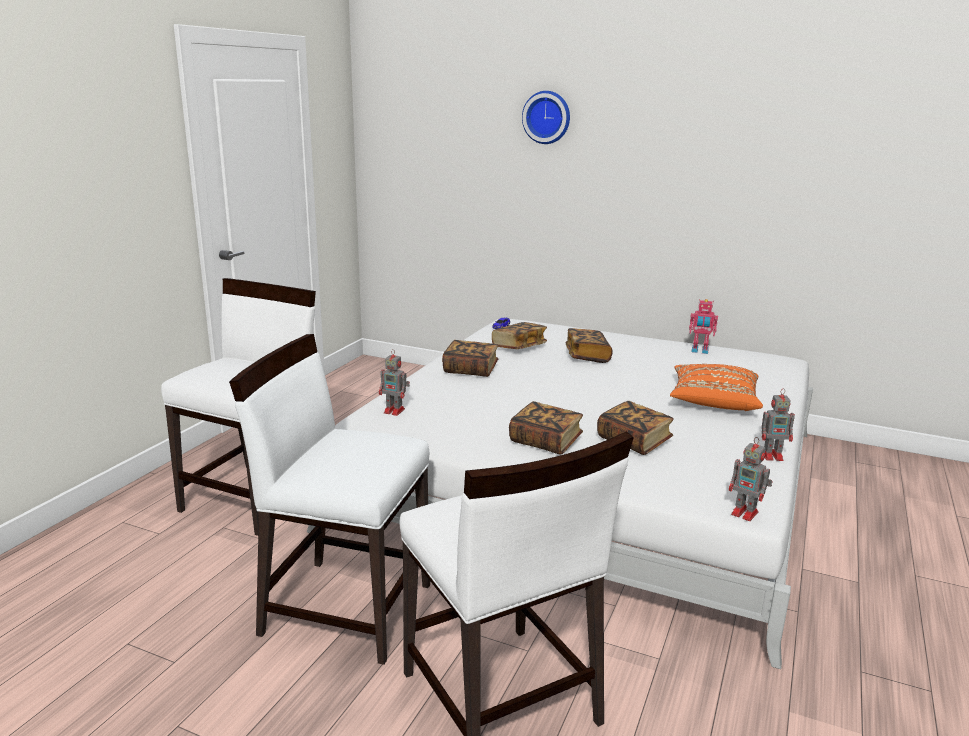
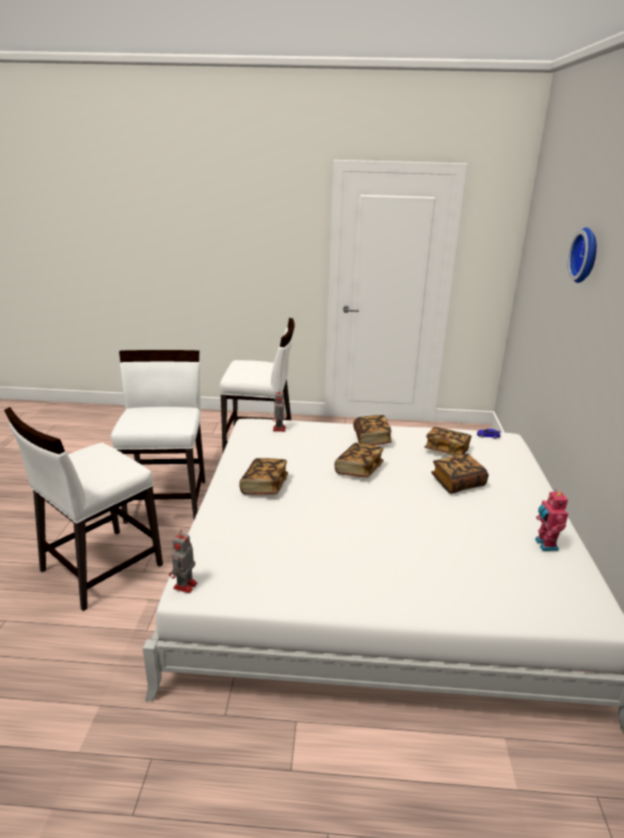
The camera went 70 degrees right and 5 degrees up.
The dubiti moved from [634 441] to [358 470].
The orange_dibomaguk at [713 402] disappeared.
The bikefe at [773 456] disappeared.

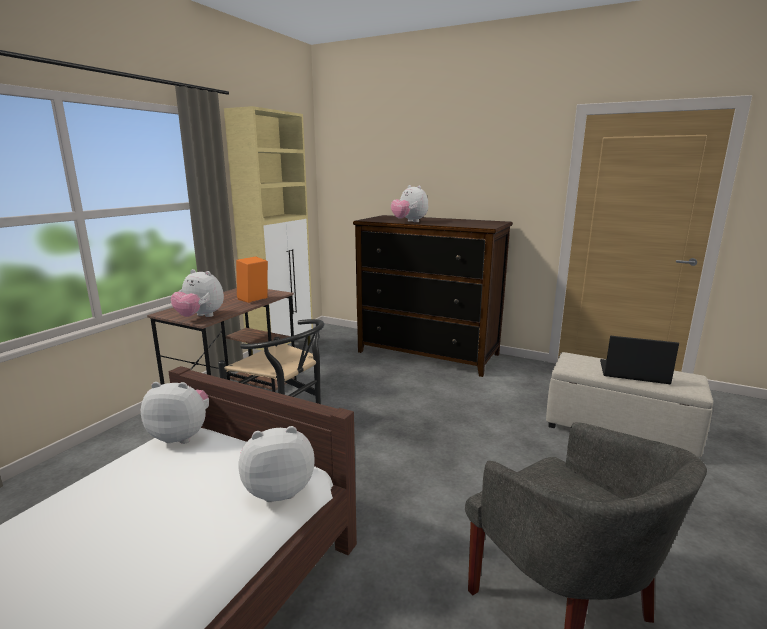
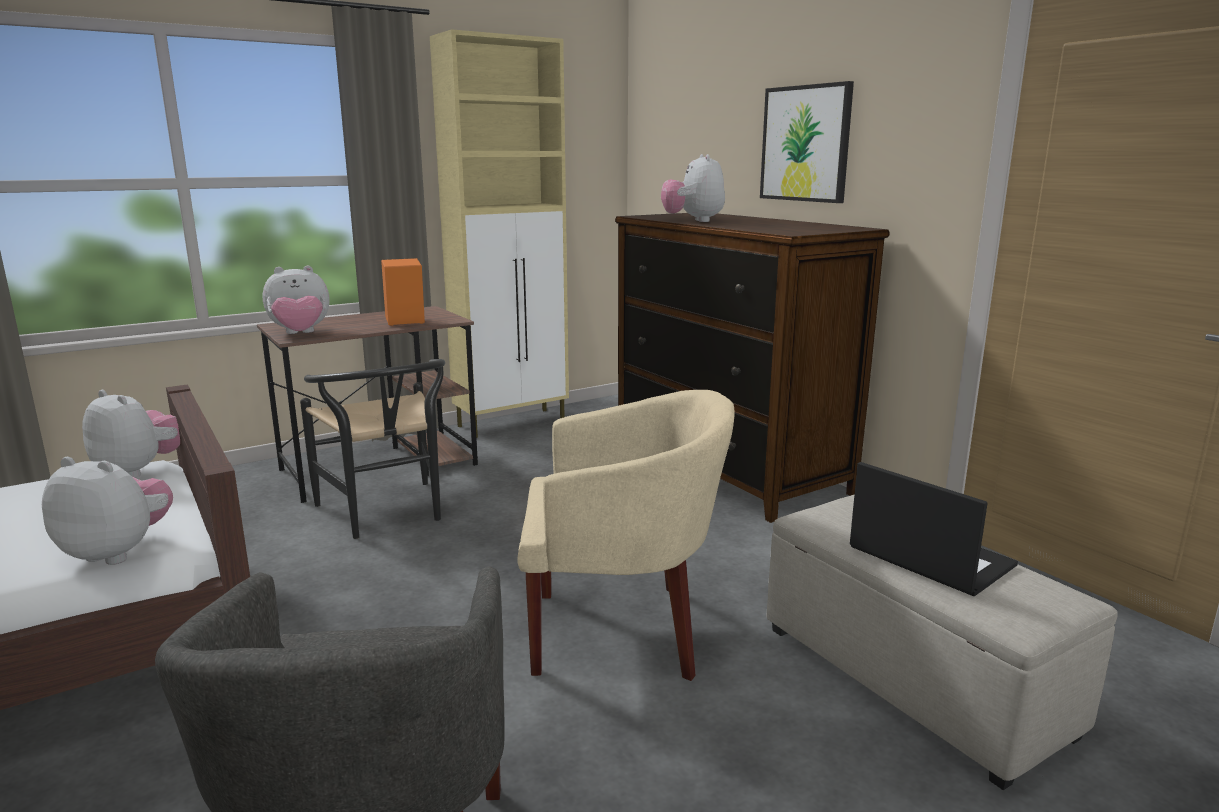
The camera went 30 degrees right and 0 degrees up.
The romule at [200 317] turned 75 degrees counterclockwise.
The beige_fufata at [621 631] appeared.
The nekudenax at [805 144] appeared.

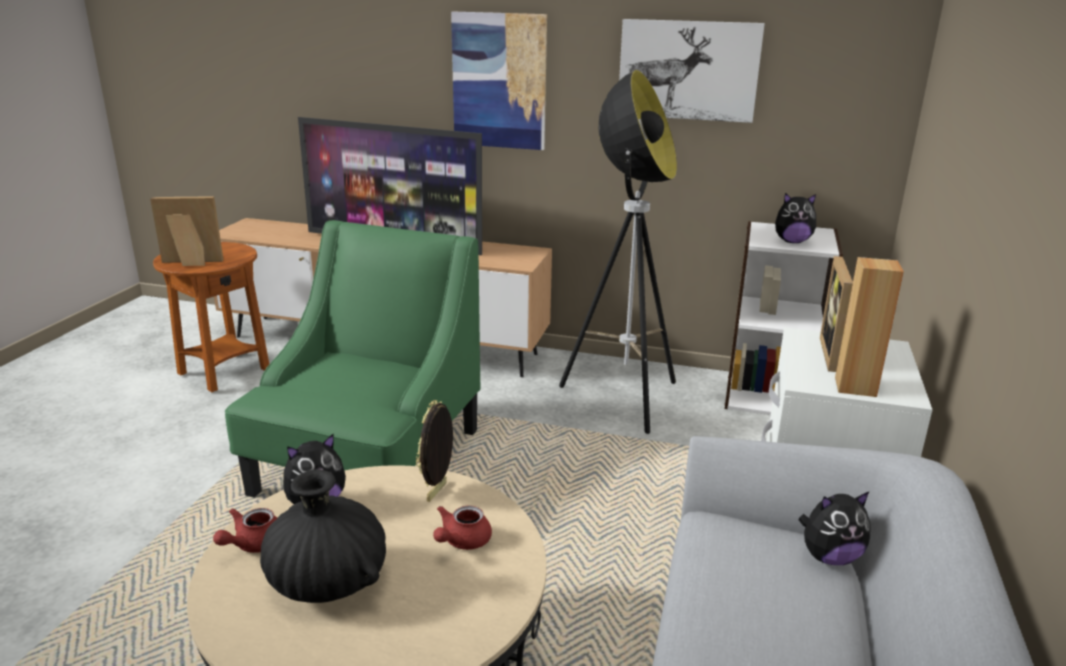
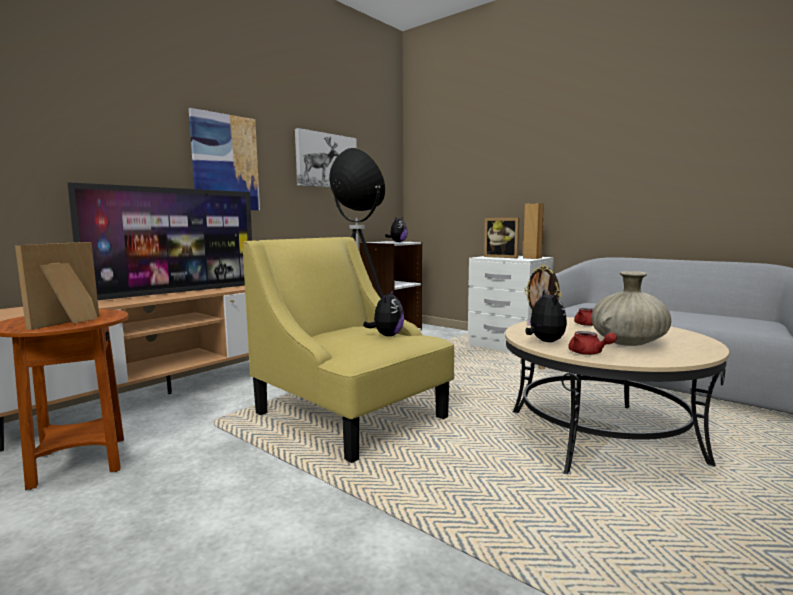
The camera went 65 degrees left and 15 degrees down.
The green_fufata at [369 462] became the yellow_fufata at [351 416].
The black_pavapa at [327 583] became the beige_pavapa at [628 343].
The romule moved from [829 557] to [387 335].

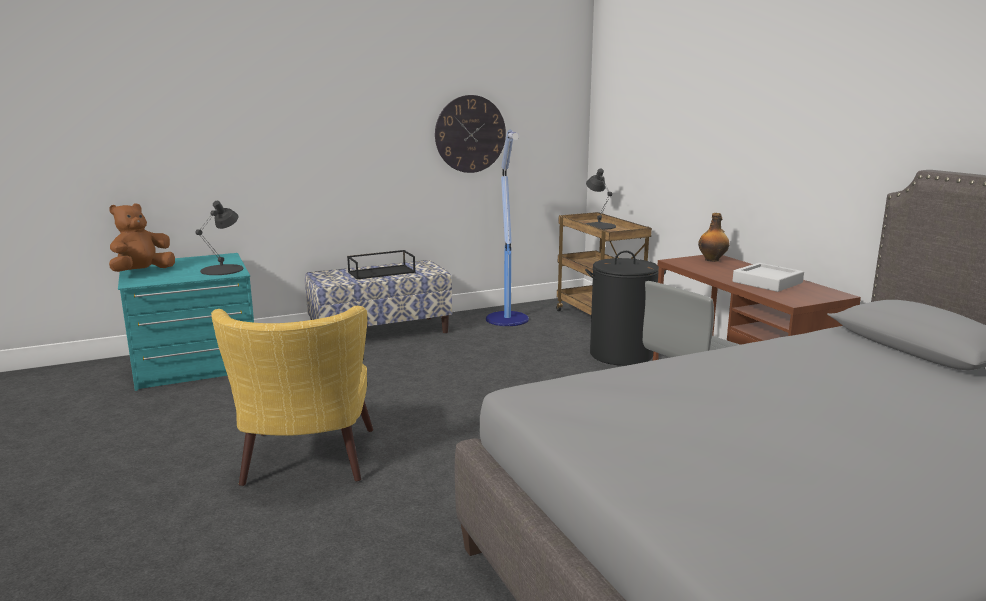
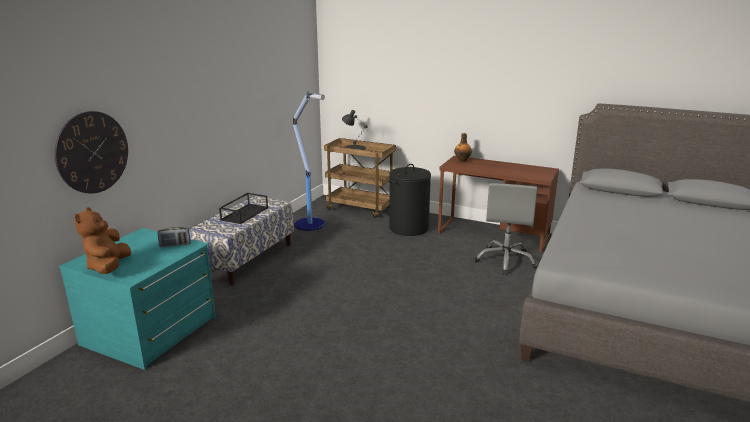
The camera went 40 degrees left and 5 degrees up.
The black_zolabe at [222 270] was replaced by the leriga at [175 245].
The yellow_fufata at [305 465] disappeared.
The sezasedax moved from [470 134] to [92 152].
The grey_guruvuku at [767 282] disappeared.

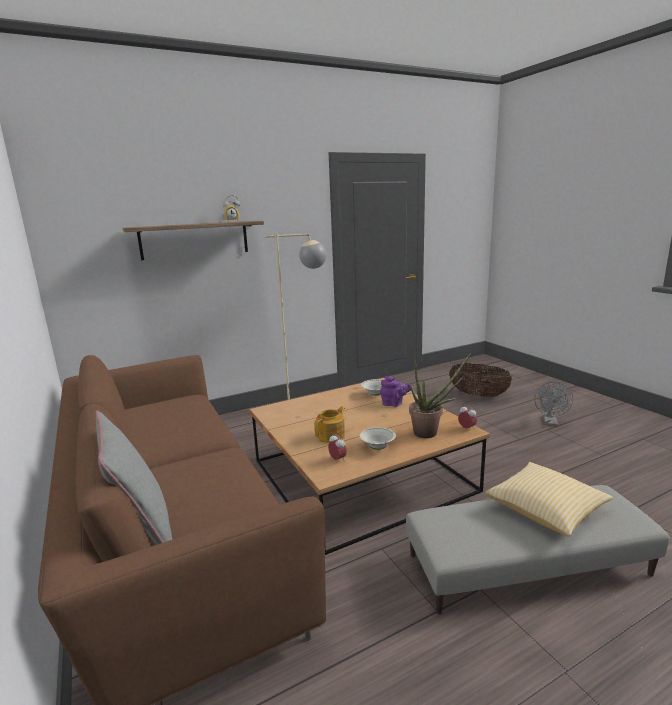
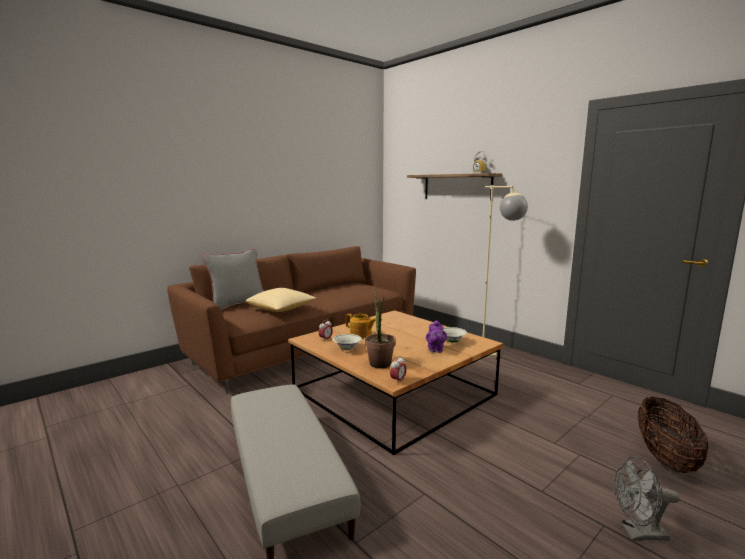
The camera went 75 degrees right and 5 degrees down.
The dibomaguk moved from [546 510] to [281 309].

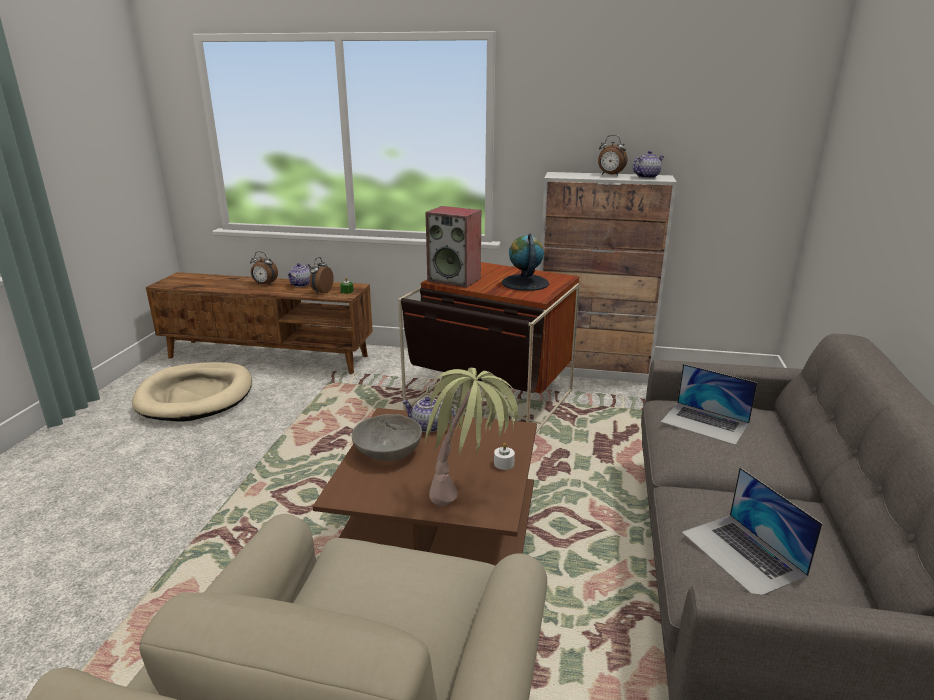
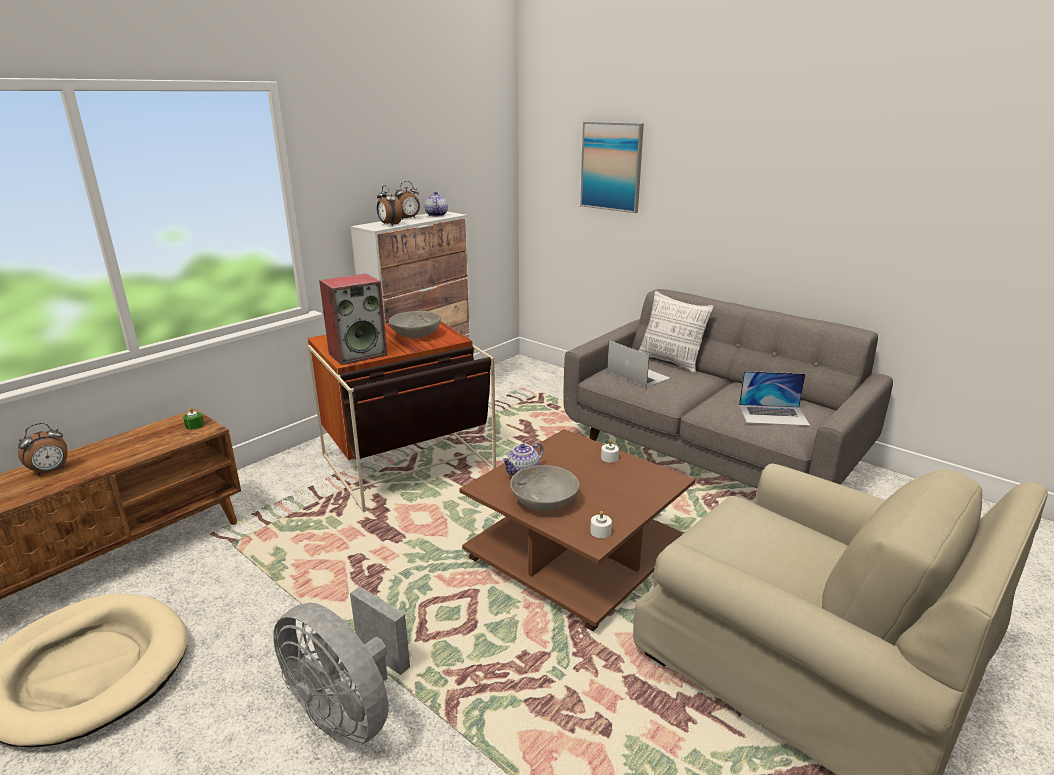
The camera went 60 degrees left and 0 degrees up.
The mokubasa at [301 285] disappeared.
The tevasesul moved from [321 292] to [389 225].
The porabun at [470 491] disappeared.
The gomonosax at [525 283] was replaced by the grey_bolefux at [415 334].
The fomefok at [705 423] turned 105 degrees counterclockwise.
The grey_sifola at [349 711] appeared.
The nekudenax at [611 166] appeared.
The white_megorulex at [600 531] appeared.
The dibomaguk at [670 362] appeared.

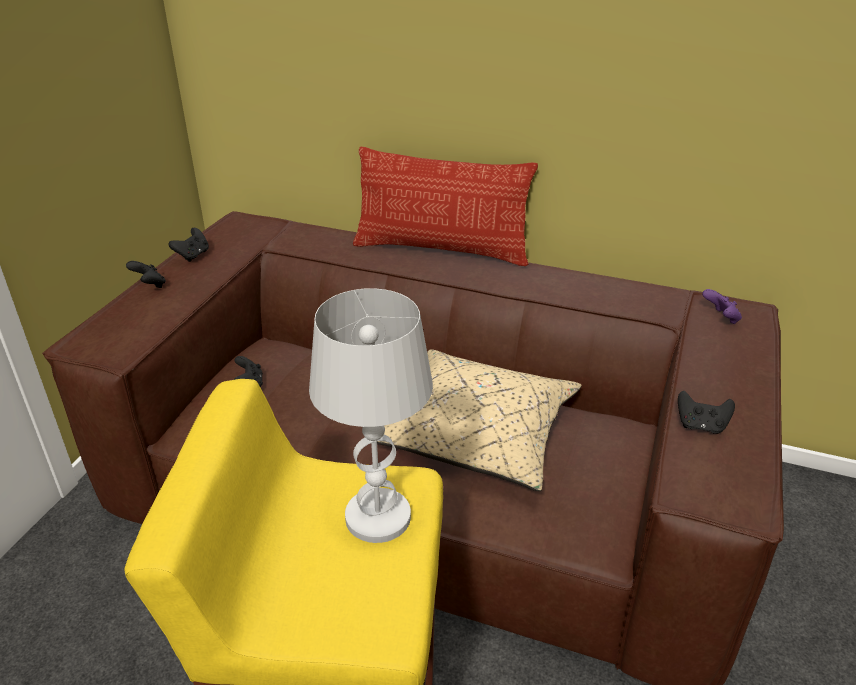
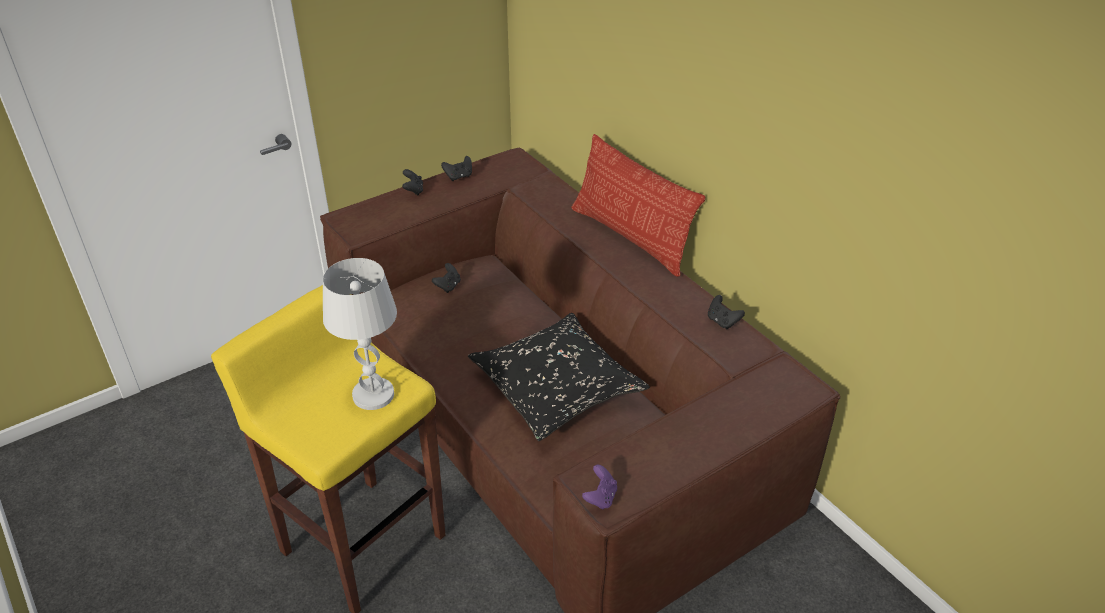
The camera went 35 degrees right and 5 degrees up.
The beige_dibomaguk at [477 434] became the black_dibomaguk at [556 388].
The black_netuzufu moved from [701 425] to [722 321].
The purple_netuzufu moved from [720 318] to [600 497].

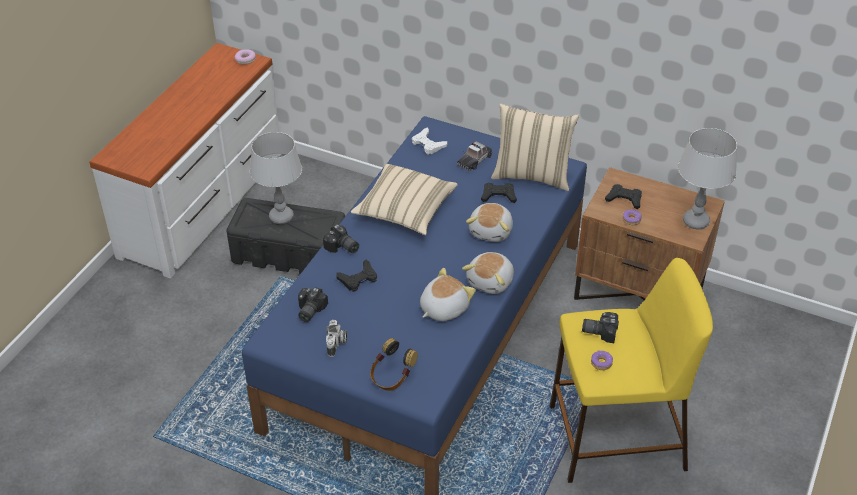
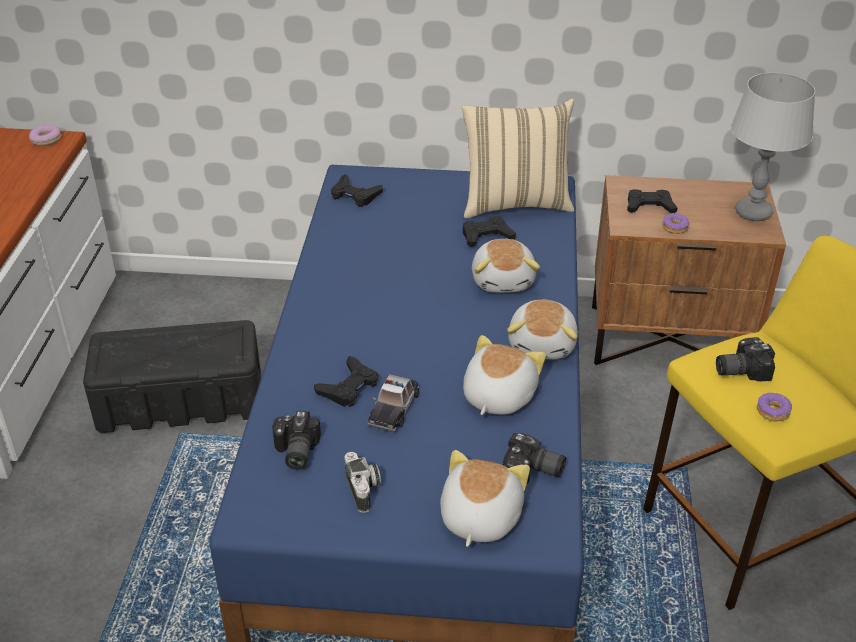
The camera went 20 degrees left and 5 degrees down.
The grey_zolabe at [281 217] disappeared.
The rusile moved from [342 248] to [532 472].
The beige_dibomaguk at [405 211] disappeared.
The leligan at [392 377] was replaced by the romule at [478 518].
The white_netuzufu at [428 144] became the black_netuzufu at [355 195].
The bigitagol moved from [474 160] to [393 408].

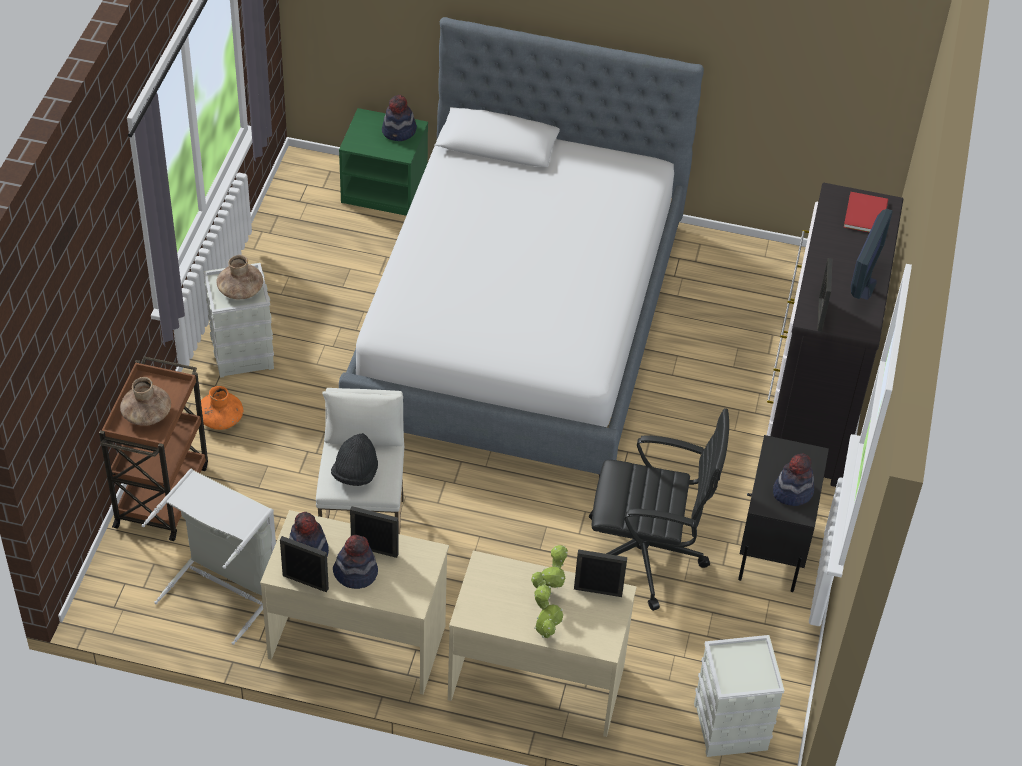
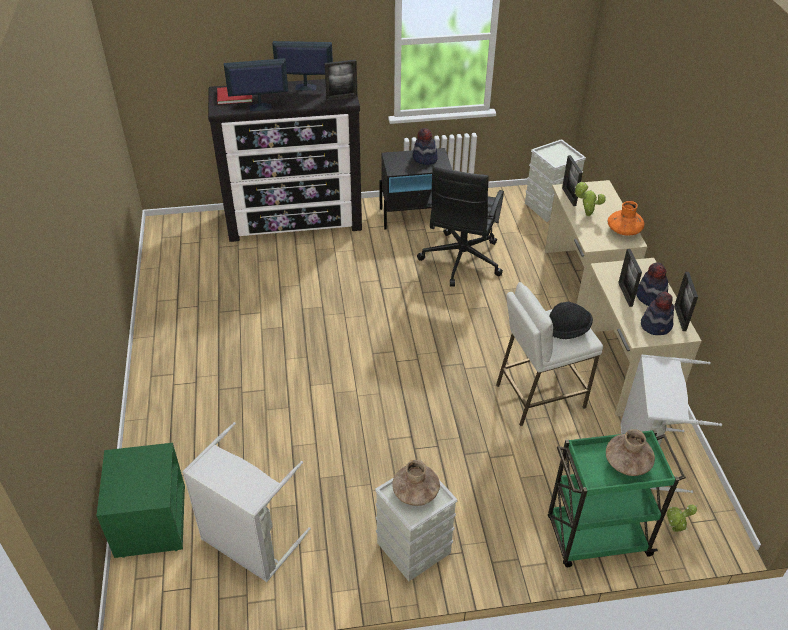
The camera went 110 degrees left and 5 degrees down.
The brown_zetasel at [162 494] became the green_zetasel at [596 537].
The orange_pavapa moved from [221 419] to [623 230].
The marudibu at [519 323] disappeared.
The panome at [399 131] disappeared.
The porabun moved from [545 632] to [673 531].
The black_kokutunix at [646 557] turned 150 degrees counterclockwise.
The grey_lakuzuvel at [249 543] appeared.
The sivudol at [259 107] appeared.

